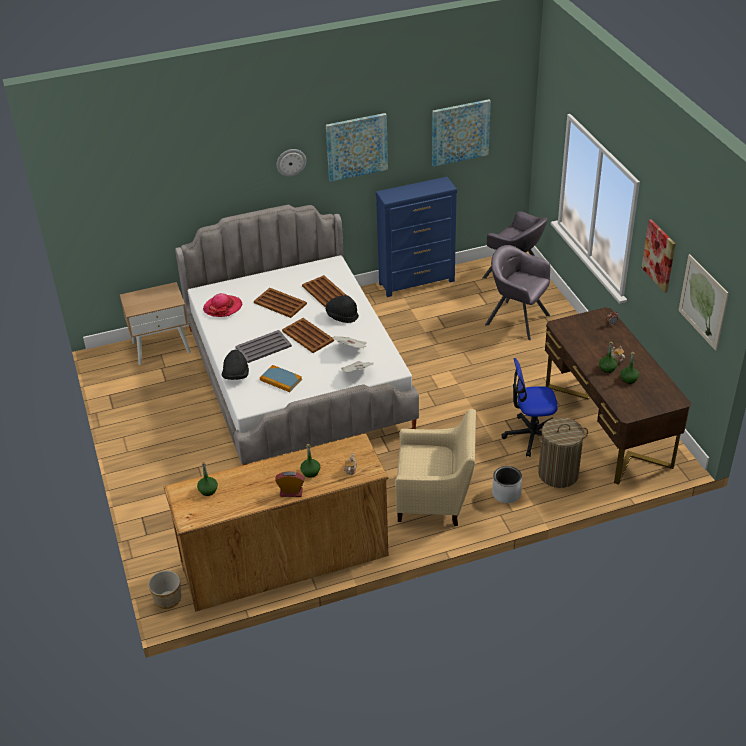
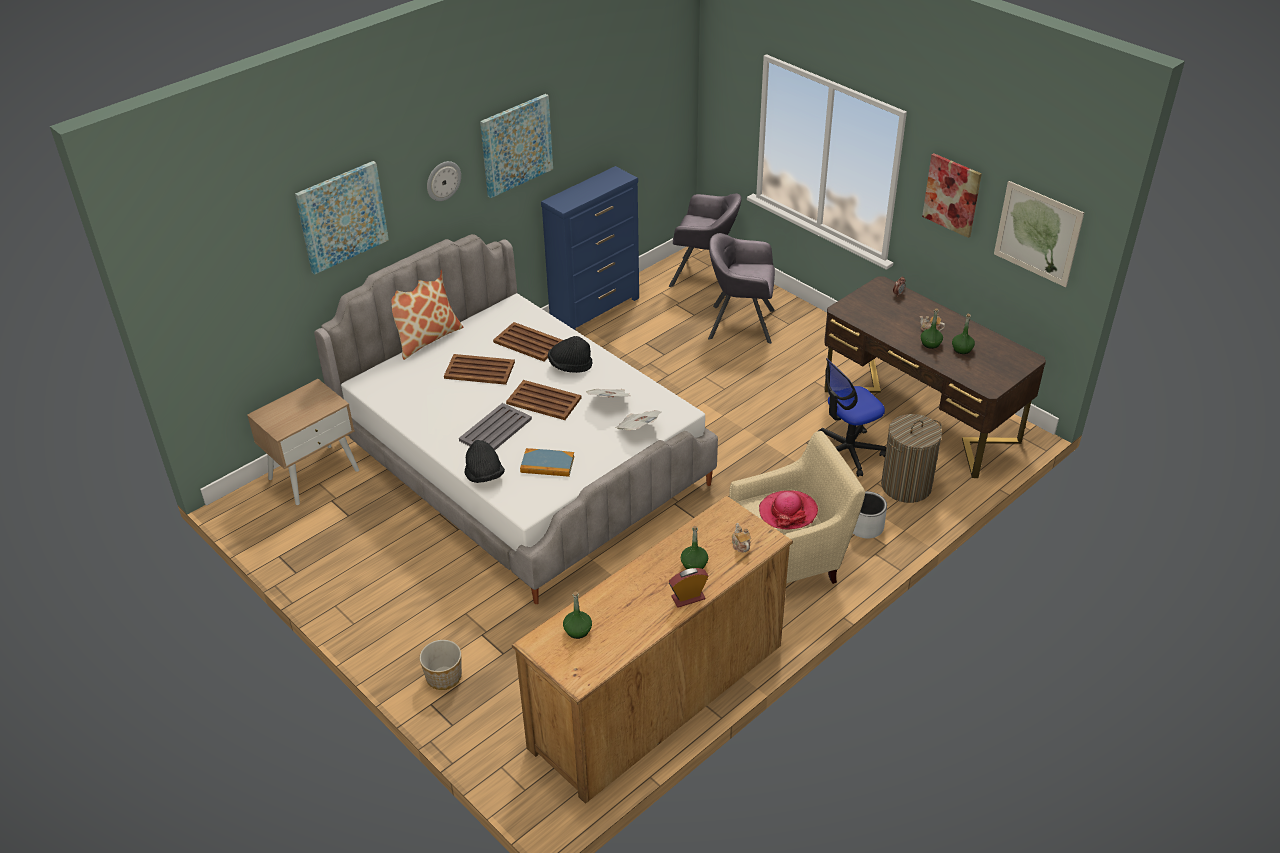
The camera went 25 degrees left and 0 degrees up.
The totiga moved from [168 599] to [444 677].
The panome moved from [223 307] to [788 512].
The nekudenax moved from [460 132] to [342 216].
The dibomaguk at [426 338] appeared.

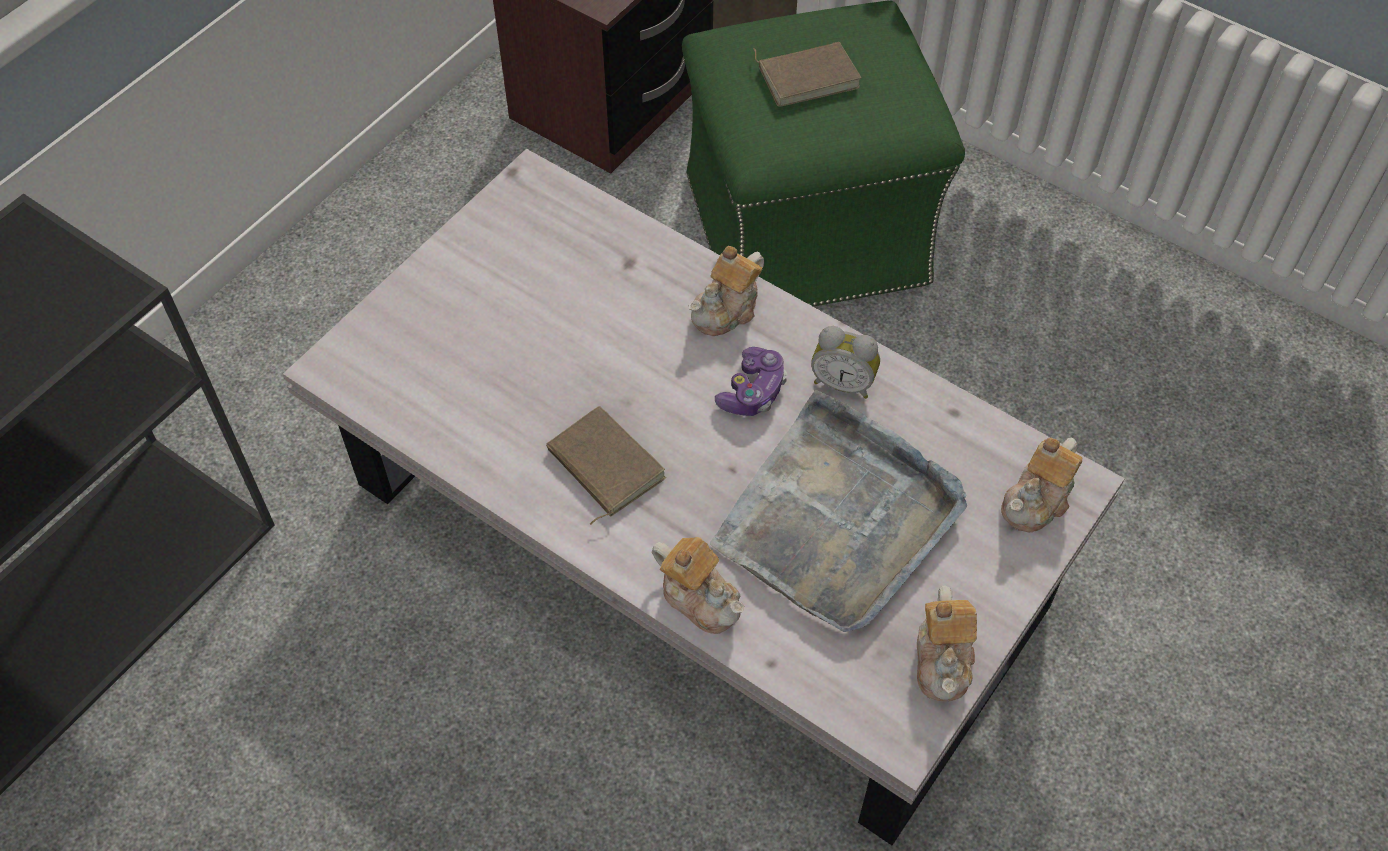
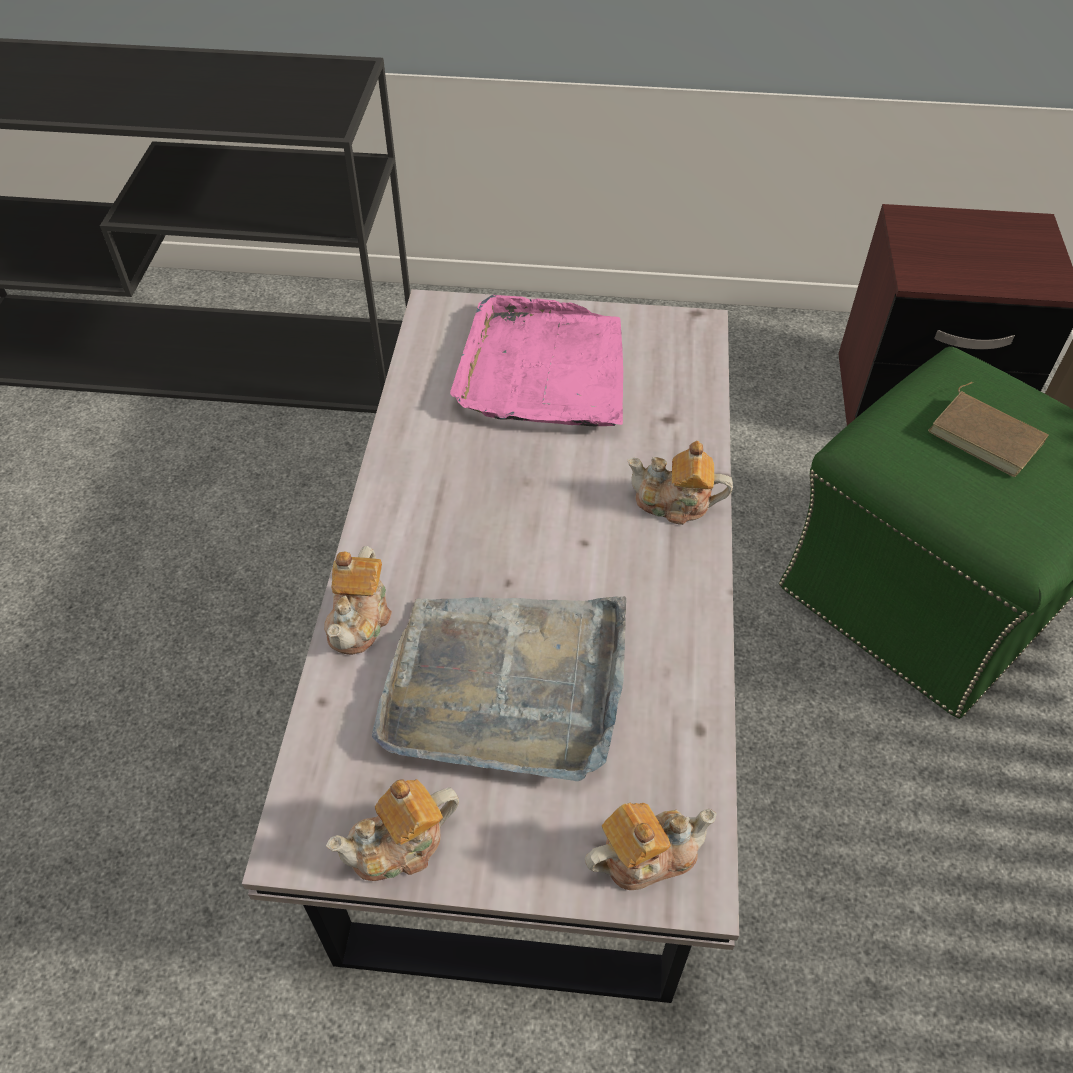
The camera went 60 degrees right and 5 degrees down.
The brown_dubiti at [602 466] disappeared.
The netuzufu at [752 391] disappeared.
The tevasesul at [843 382] disappeared.
The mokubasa at [1037 501] turned 150 degrees clockwise.
The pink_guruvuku at [543 370] appeared.

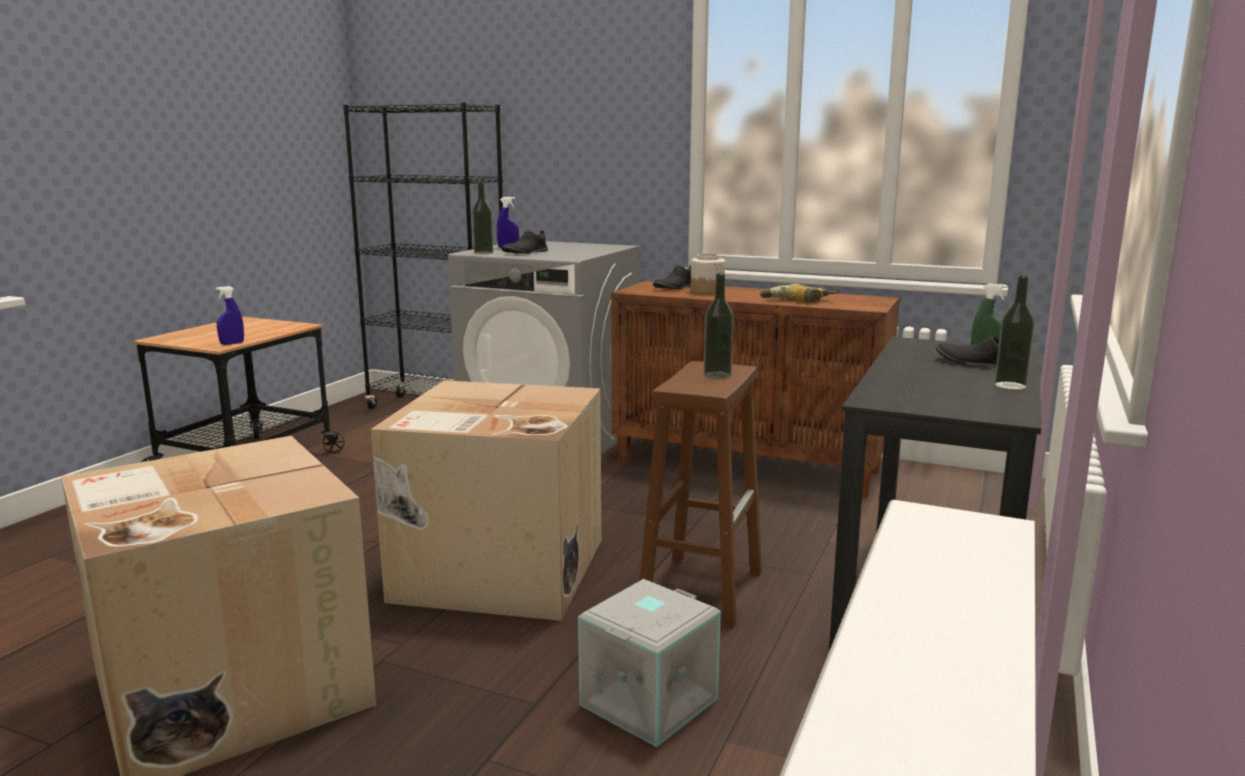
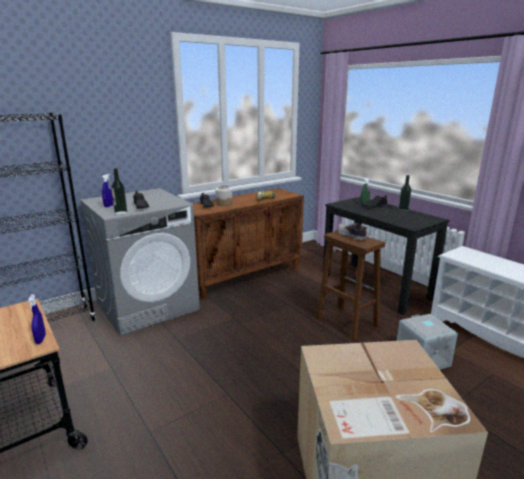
The camera went 60 degrees left and 5 degrees up.
The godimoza at [497 570] disappeared.
The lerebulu at [717 375] was replaced by the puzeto at [351 236].

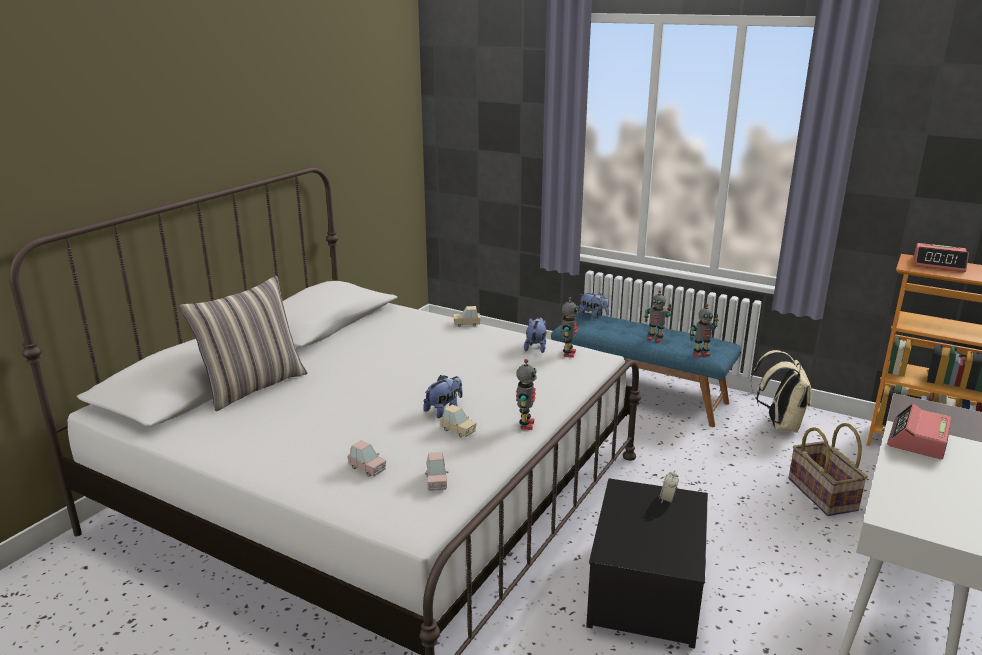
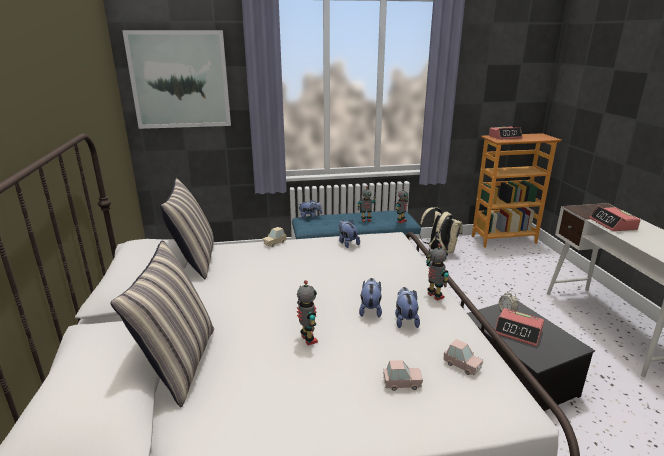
The camera went 40 degrees left and 0 degrees up.
The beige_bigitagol at [458 430] was replaced by the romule at [405 320].
The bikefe moved from [568 353] to [307 339].
The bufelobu at [823 494] disappeared.
The nekudenax at [180 80] appeared.
The dibomaguk at [194 261] appeared.
The tevasesul at [518 332] appeared.

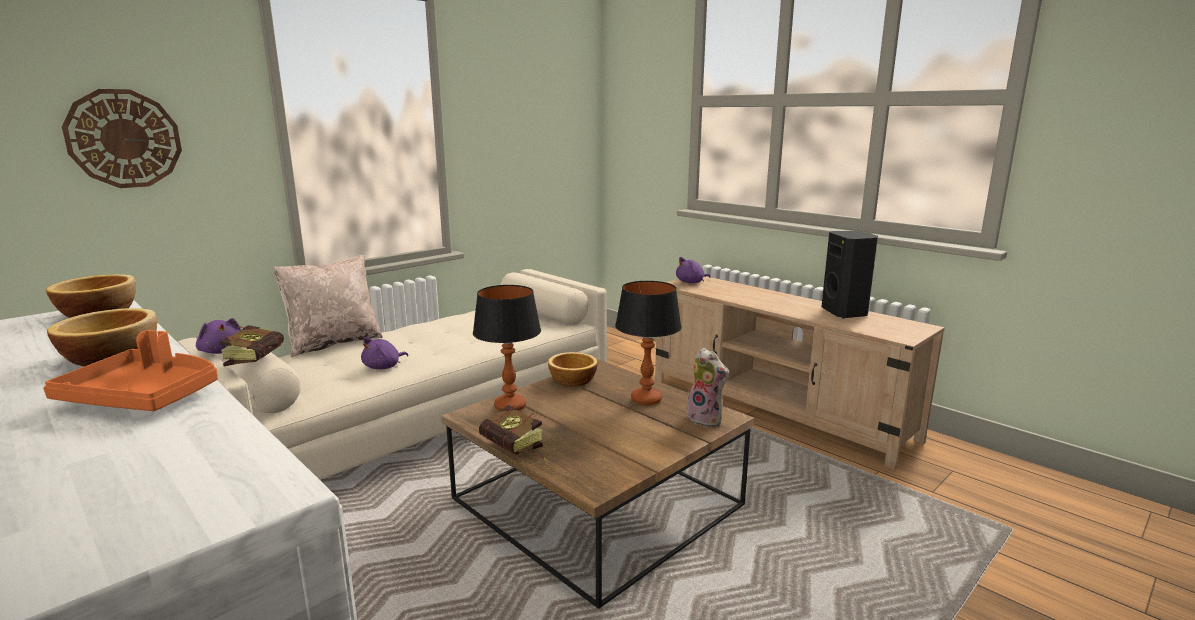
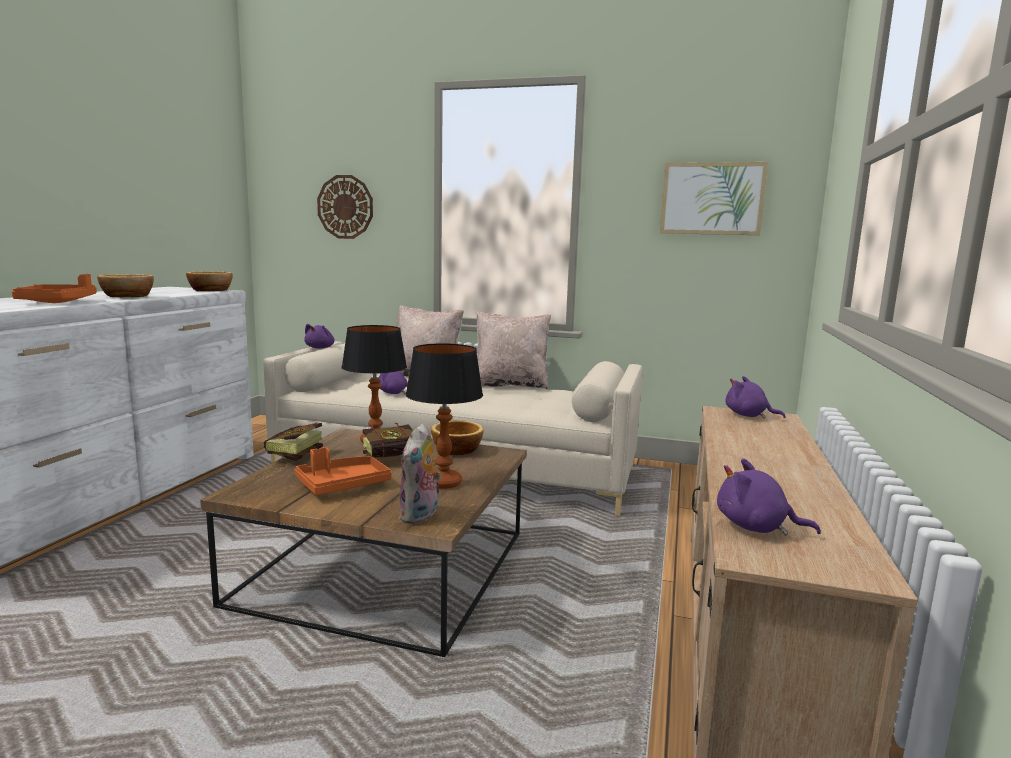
The camera went 60 degrees right and 5 degrees down.
The dubiti moved from [259 359] to [397 459].
The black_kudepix at [846 313] disappeared.
The orange_guruvuku at [342 485] appeared.
The beige_dibomaguk at [510 385] appeared.
The nekudenax at [712 199] appeared.
The purple_romule at [756 527] appeared.

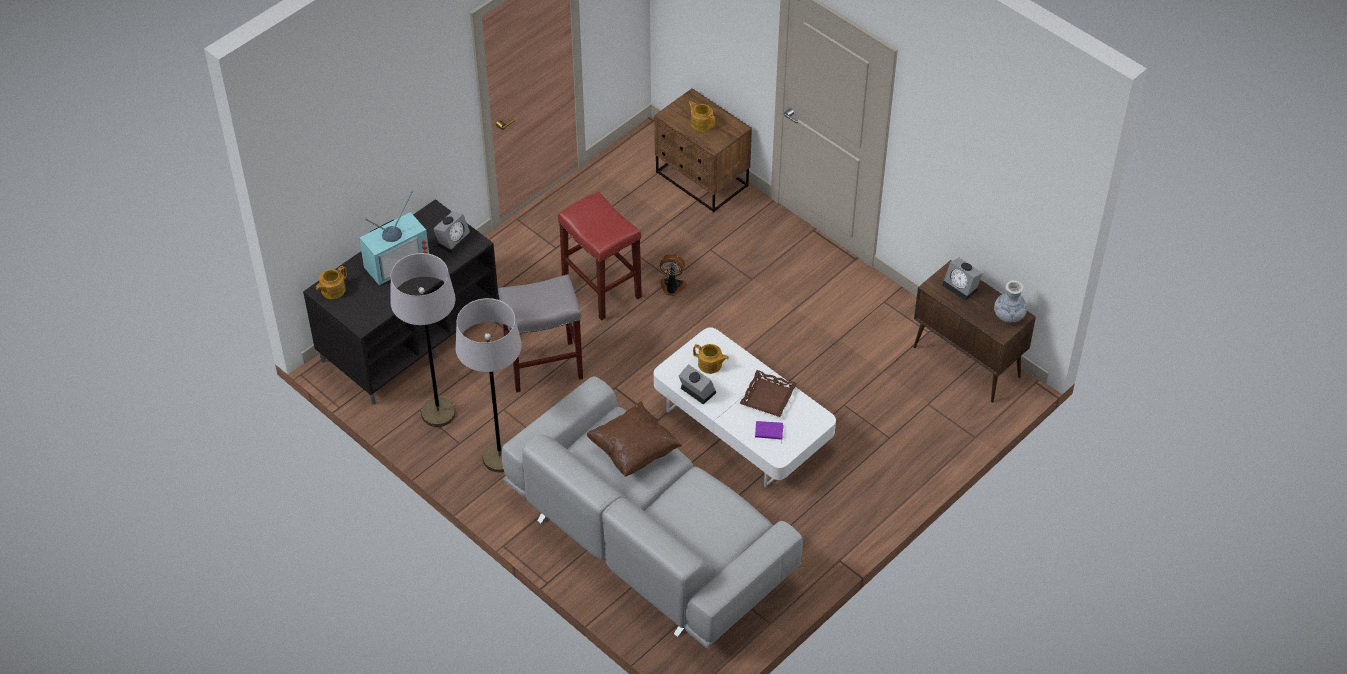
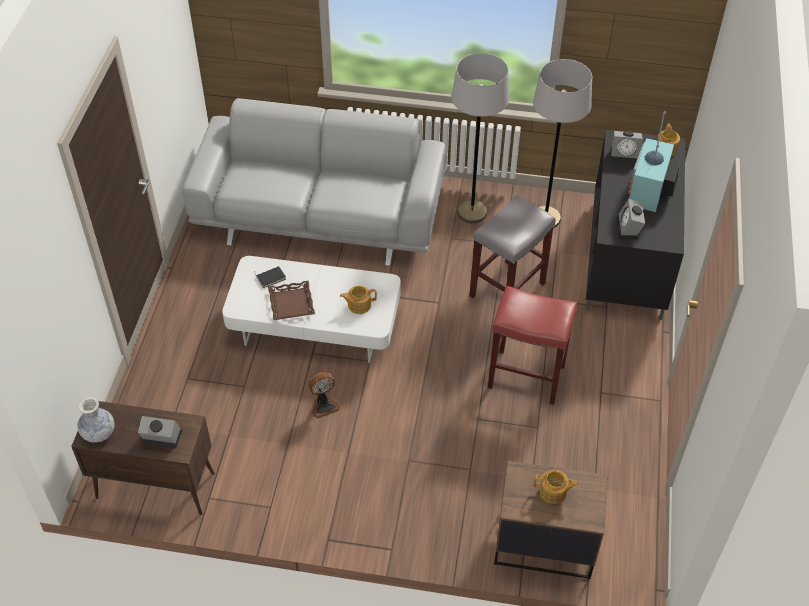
The camera went 145 degrees right and 0 degrees up.
The brown_dibomaguk at [633 451] disappeared.
The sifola moved from [672 287] to [323 405].
The tevasesul moved from [696 391] to [625 155].
The purple_dubiti at [768 432] became the black_dubiti at [270 277].

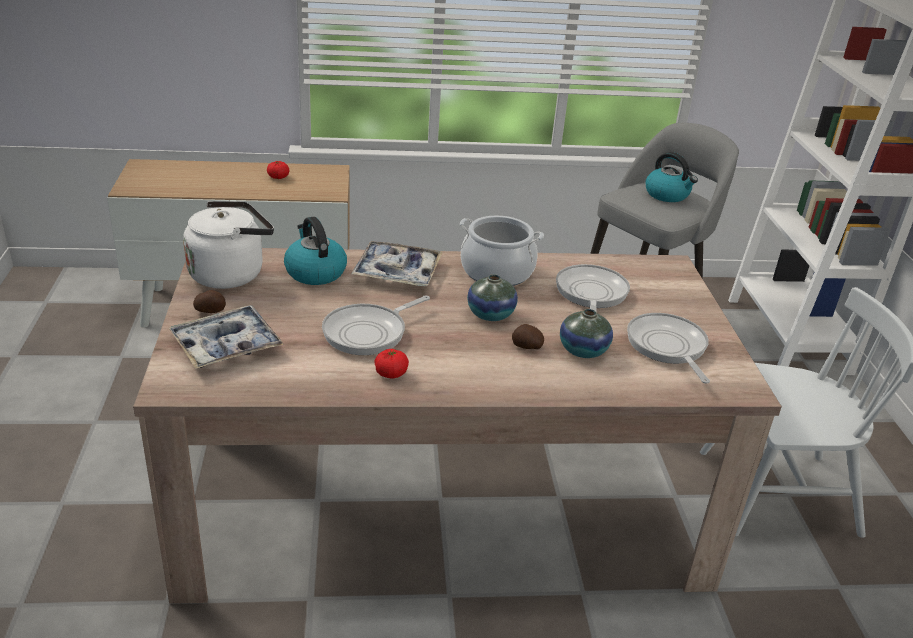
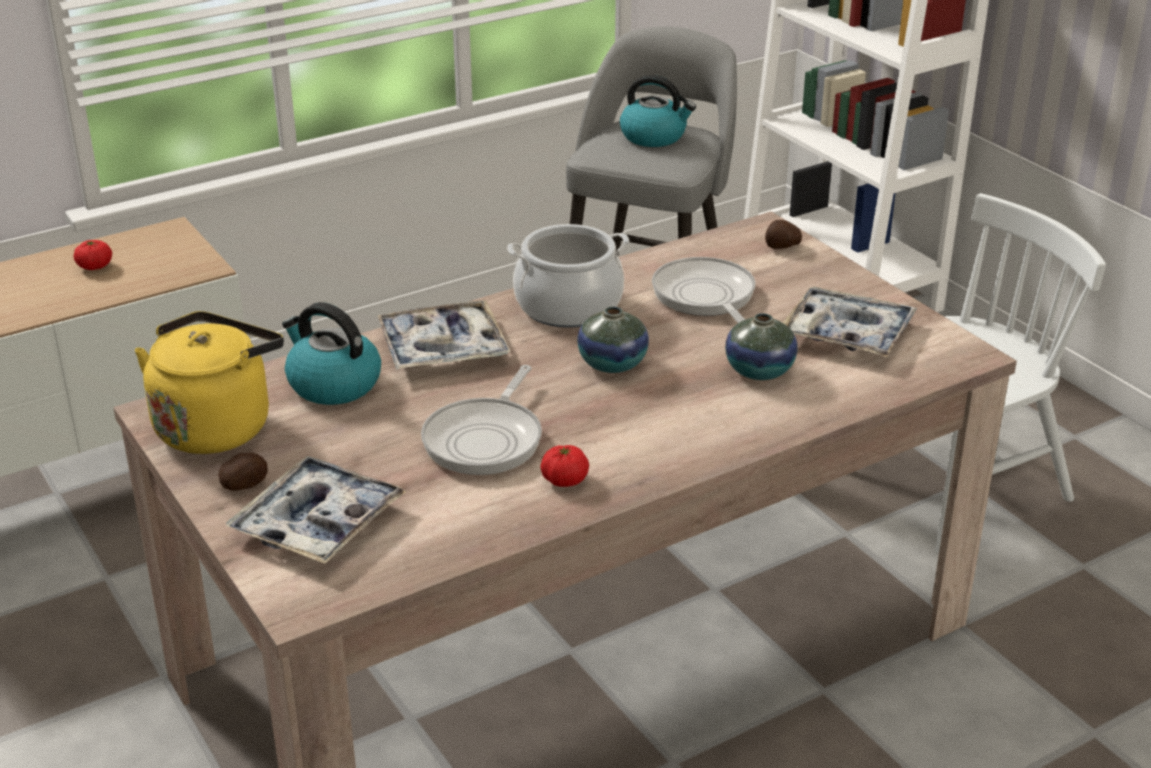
The camera went 25 degrees left and 0 degrees up.
The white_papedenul at [230 273] became the yellow_papedenul at [217 425].
The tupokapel moved from [526 347] to [781 247].
The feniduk at [667 347] was replaced by the guruvuku at [846 334].

